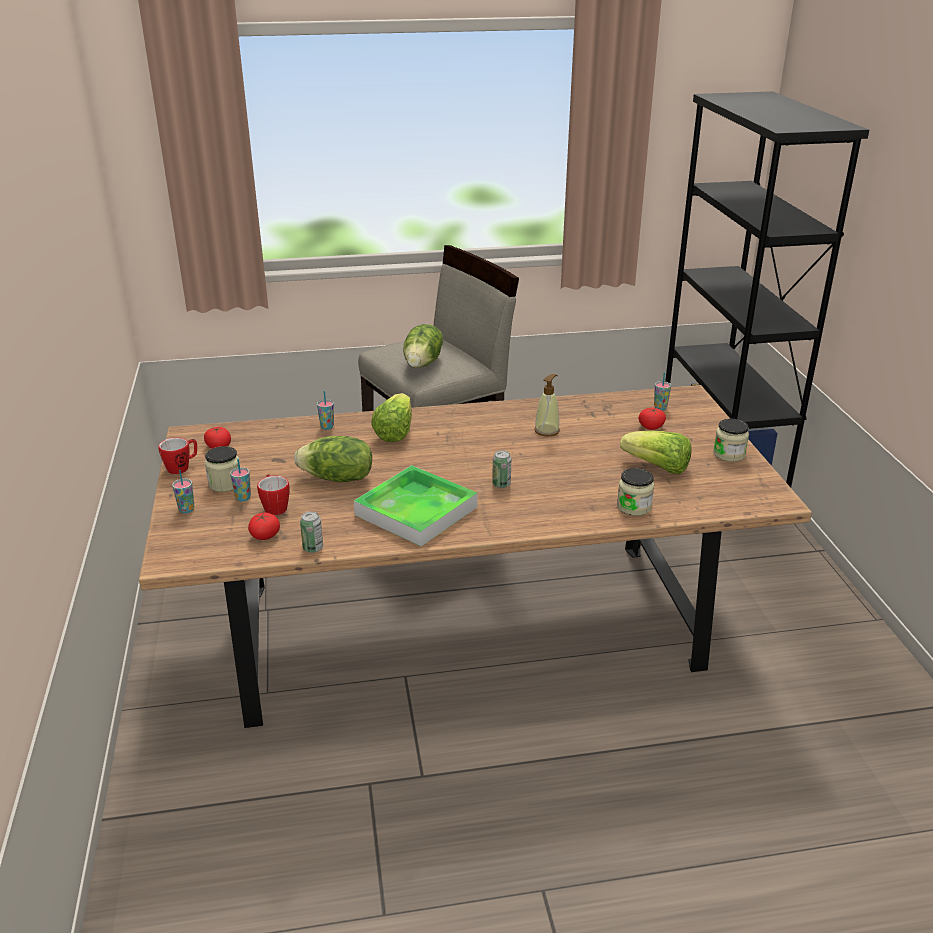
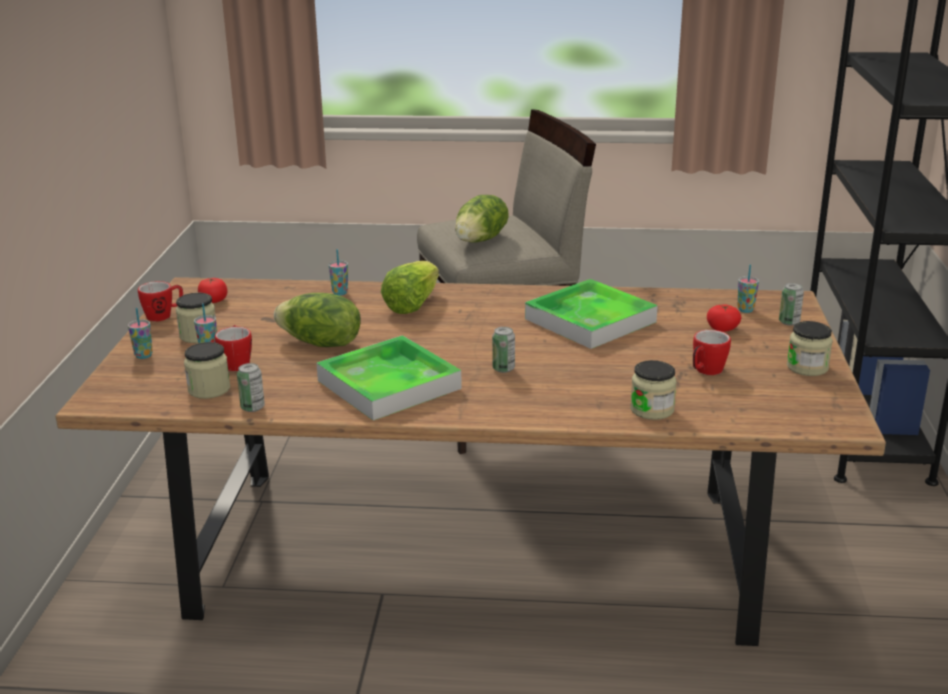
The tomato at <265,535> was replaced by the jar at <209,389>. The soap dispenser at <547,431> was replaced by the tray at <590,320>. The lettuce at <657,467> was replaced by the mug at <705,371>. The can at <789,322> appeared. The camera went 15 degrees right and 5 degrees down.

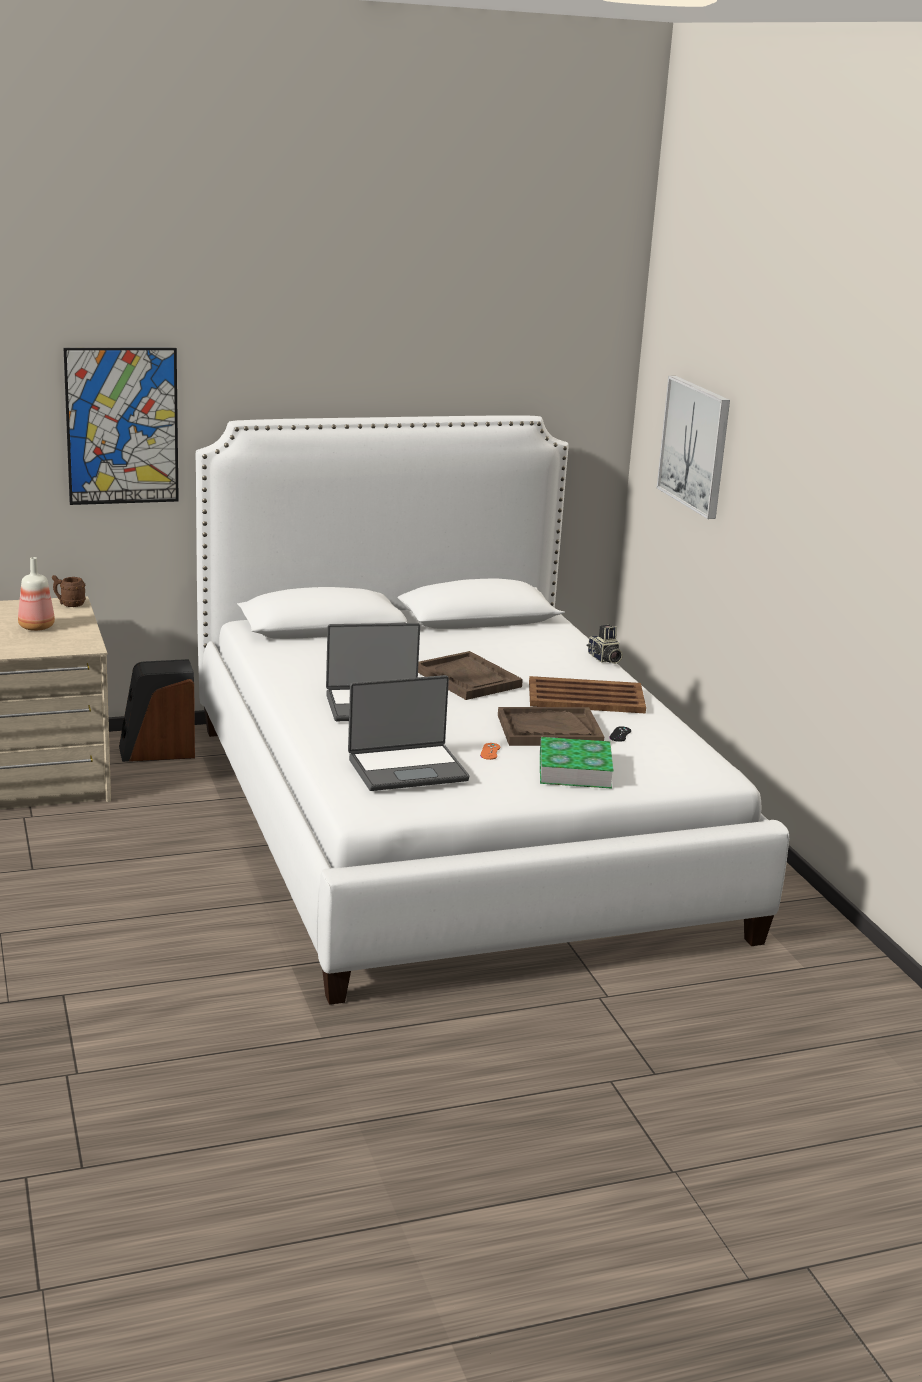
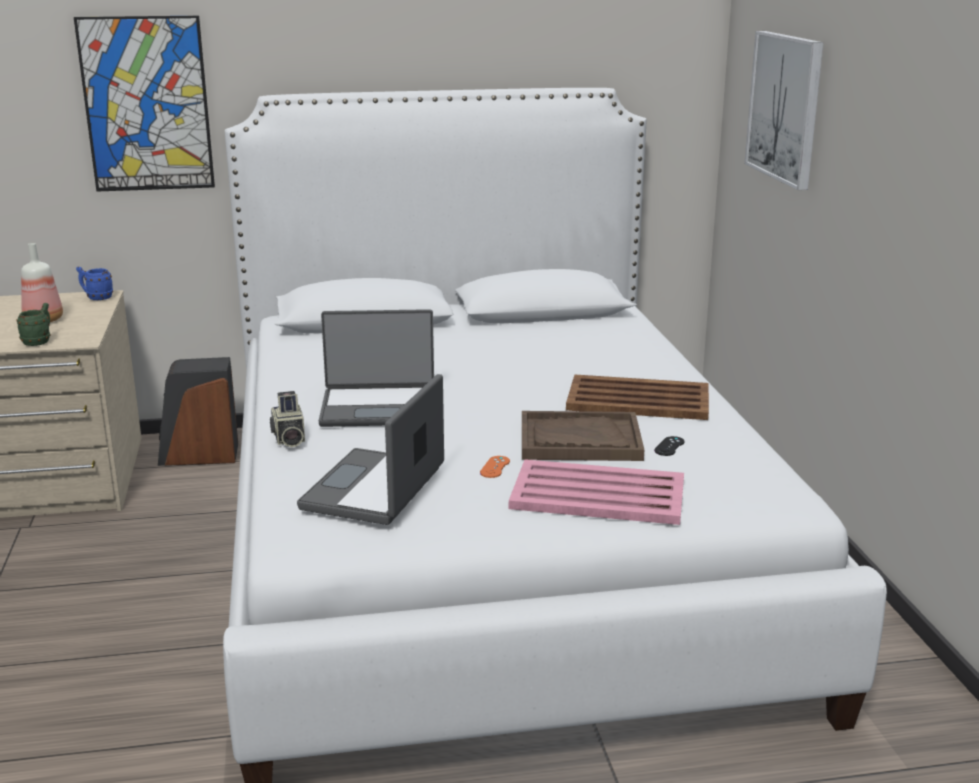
The mug (brown) at <69,604> became the mug (blue) at <96,298>. The laptop at <407,769> turned 120 degrees clockwise. The tray (brown) at <468,679> disappeared. The book at <574,770> was replaced by the tray (pink) at <596,494>. The photo camera moved from <604,659> to <288,439>. The mug (green) at <39,341> appeared. The camera went 10 degrees right and 0 degrees up.

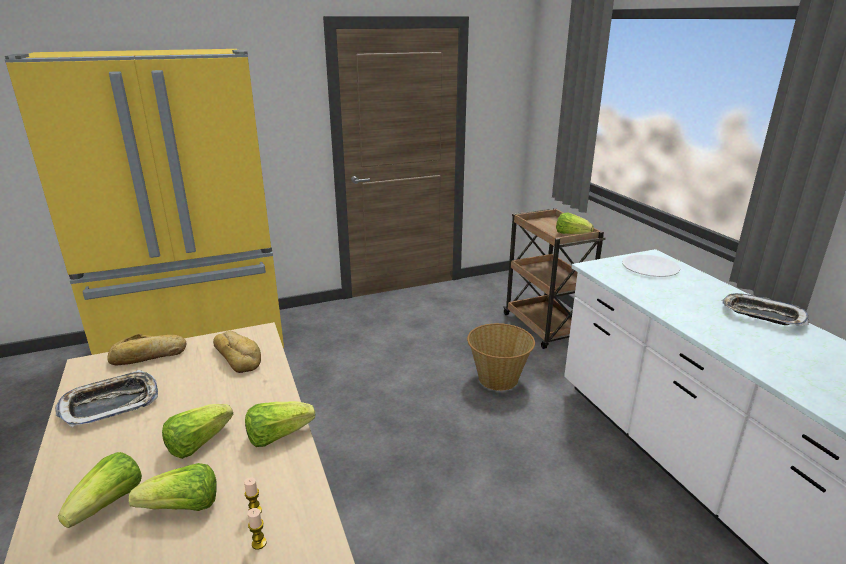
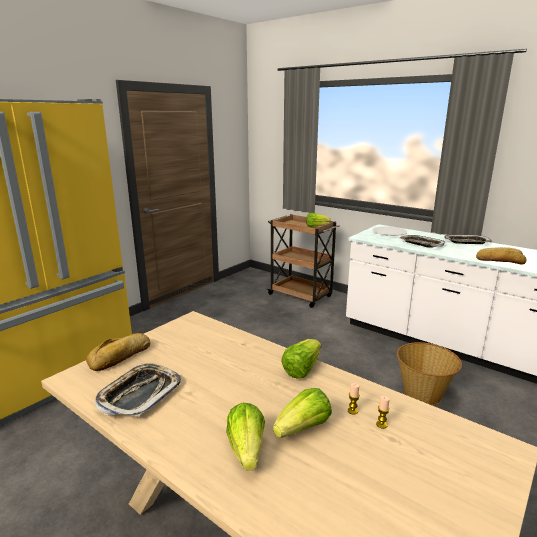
The lettuce at <198,443> disappeared. The bread moved from <238,356> to <500,260>. The basket moved from <498,379> to <423,394>. The tray at <421,244> appeared. The camera went 30 degrees left and 5 degrees down.

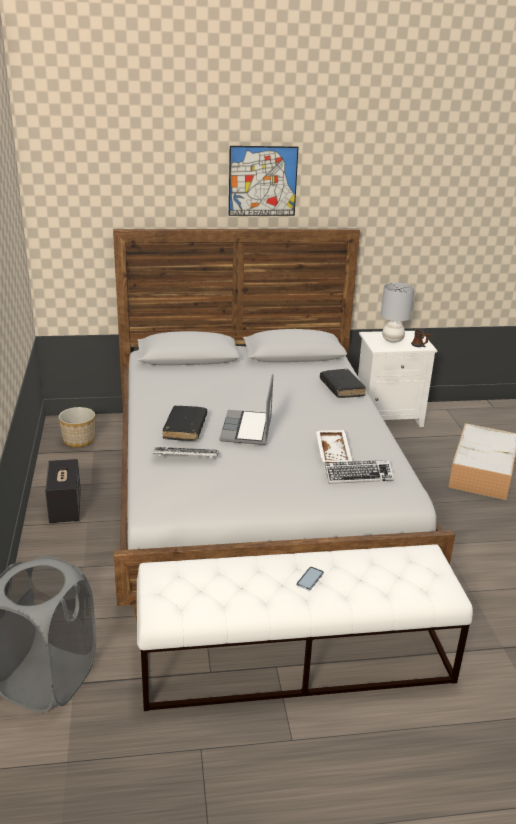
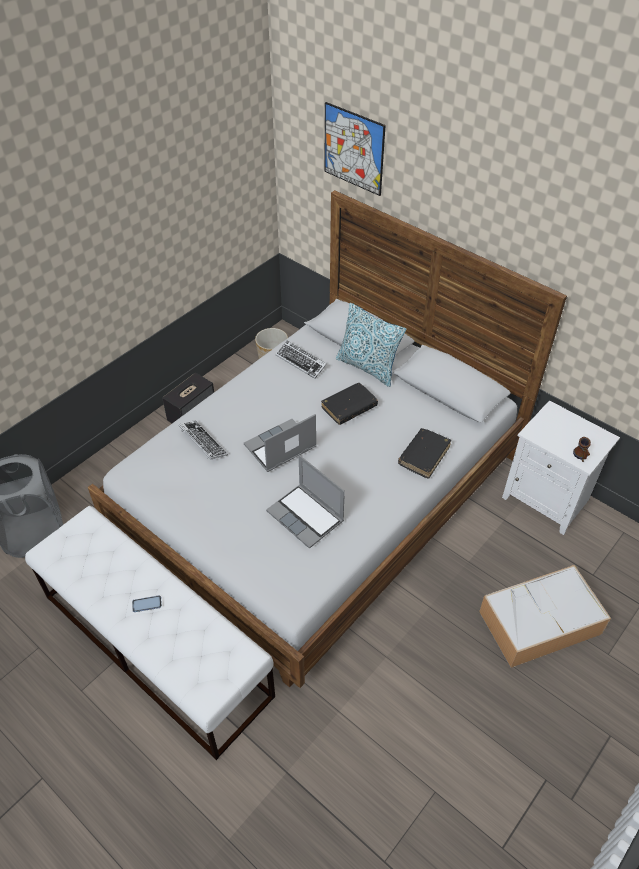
The book (black) moved from <185,428> to <349,408>. The picture moved from <262,181> to <353,149>. The tray (white) at <334,452> was replaced by the laptop at <306,516>. The keyboard moved from <358,475> to <301,362>. The table lamp (grey) at <392,340> disappeared. The pillow at <368,367> appeared. The camera went 50 degrees right and 20 degrees up.

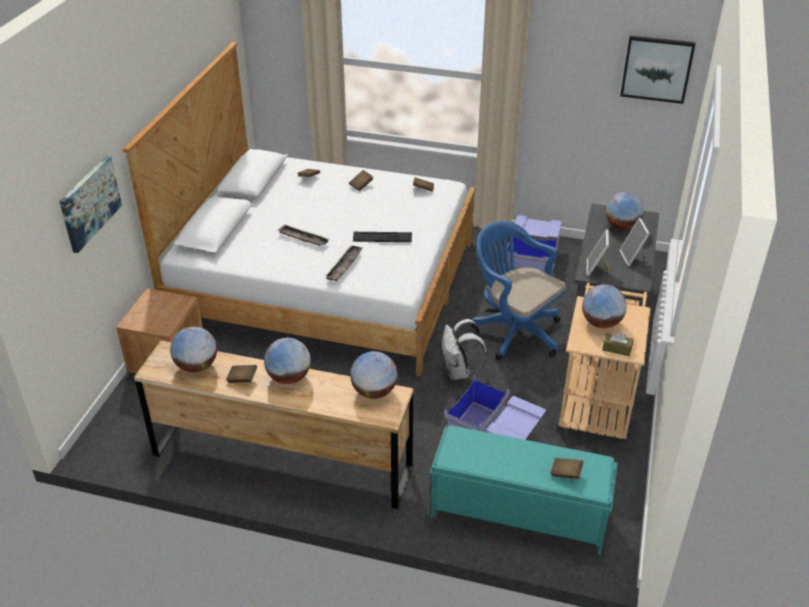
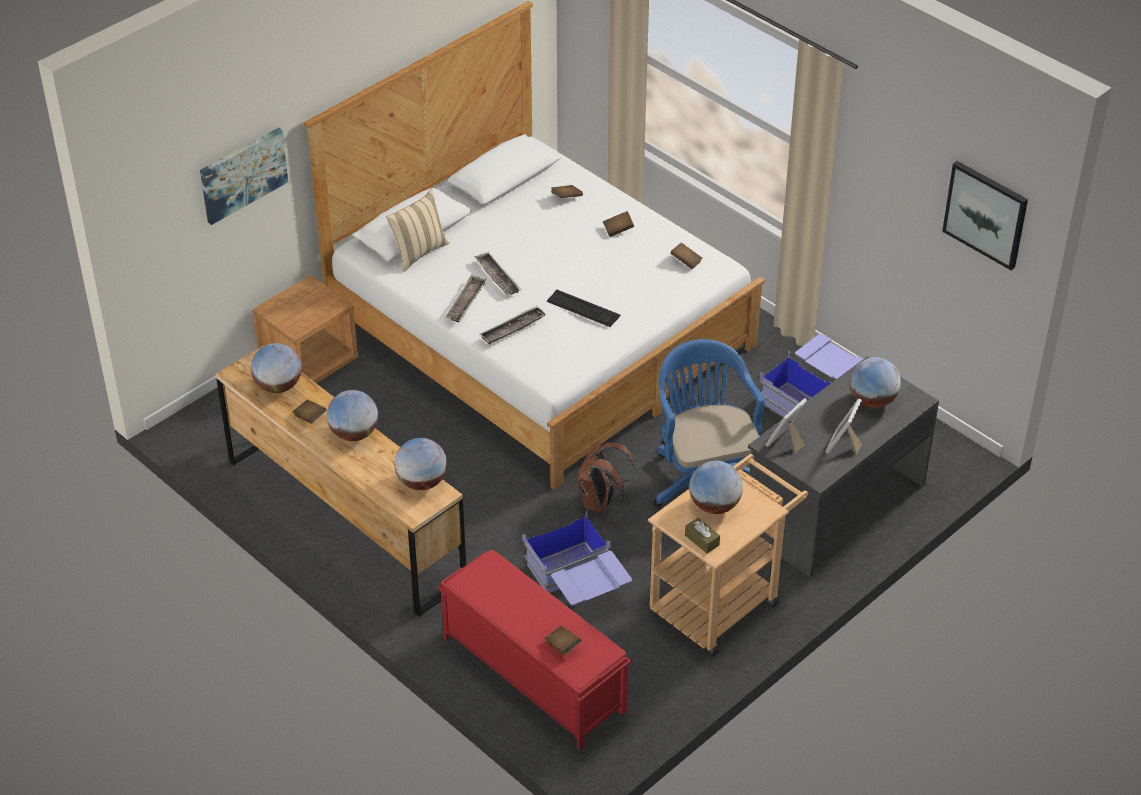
The bench (turquoise) at <517,512> became the bench (red) at <532,673>. The backpack (white) at <459,372> became the backpack (brown) at <600,503>. The pillow (beige) at <418,252> appeared. The tray at <466,302> appeared. The camera went 30 degrees right and 5 degrees up.

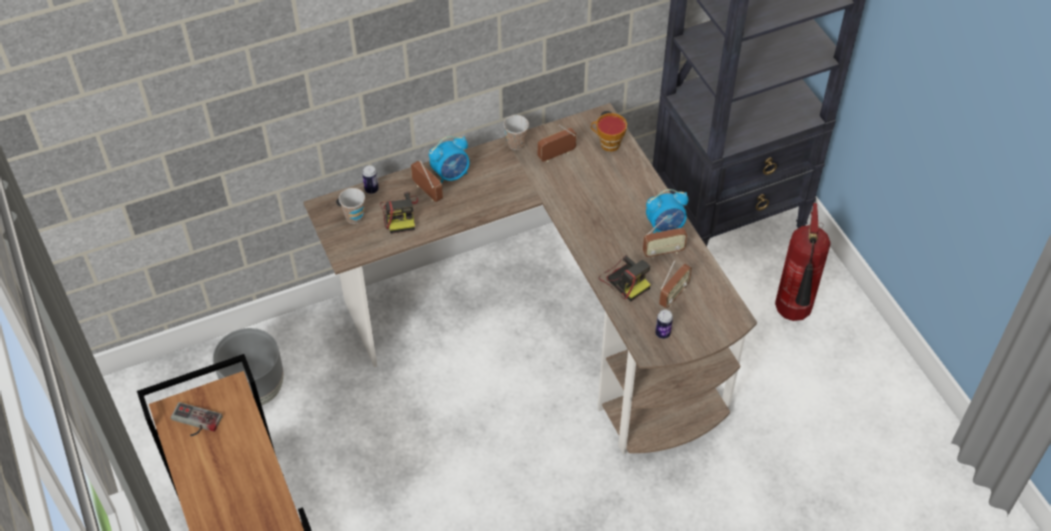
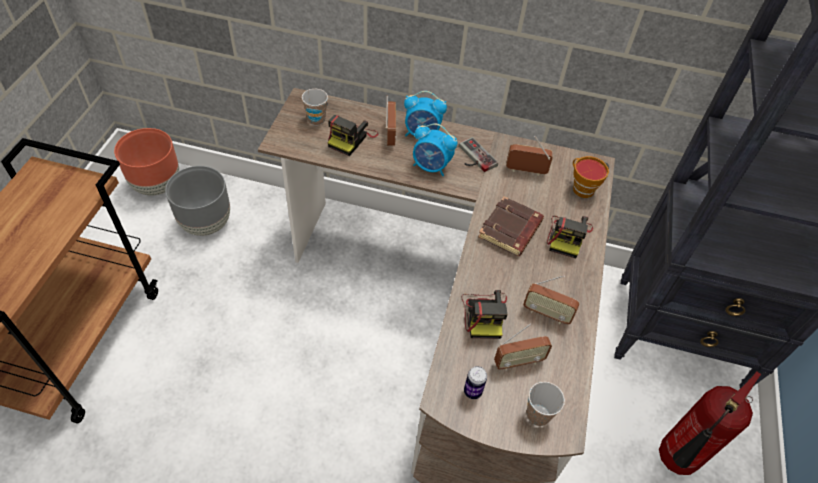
The game controller moved from <194,422> to <473,157>. The can at <371,189> disappeared. The cup moved from <516,144> to <538,415>. The alarm clock moved from <665,227> to <431,167>. The planter (brown) at <156,185> appeared. The book (brown) at <510,230> appeared. The photo camera at <567,236> appeared. The camera went 35 degrees right and 0 degrees up.

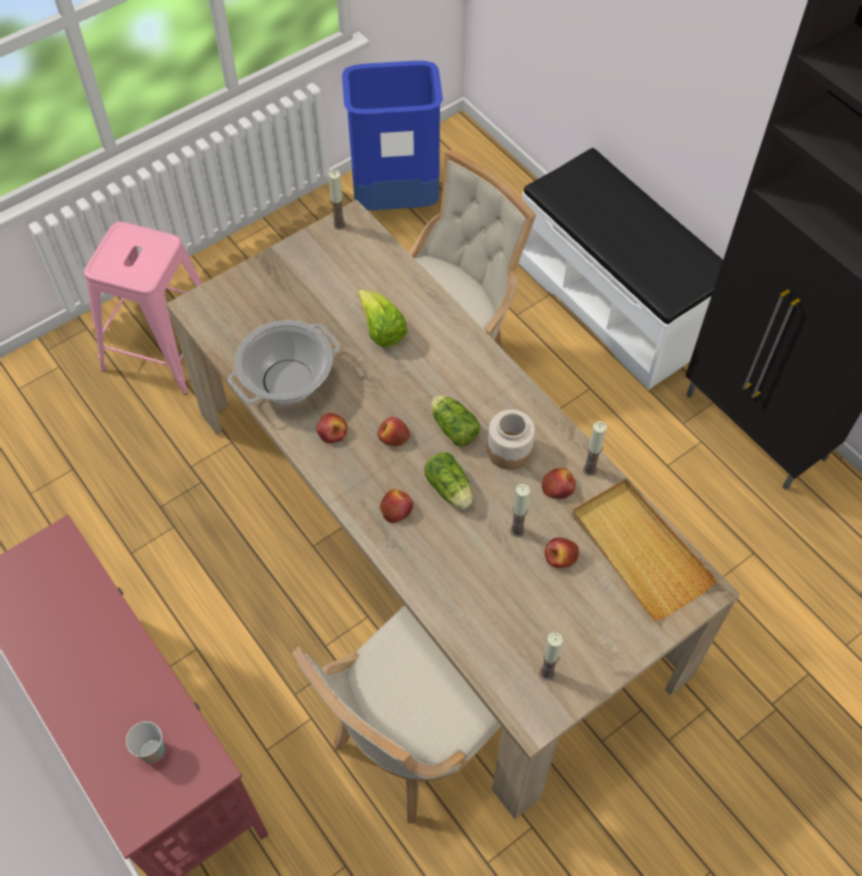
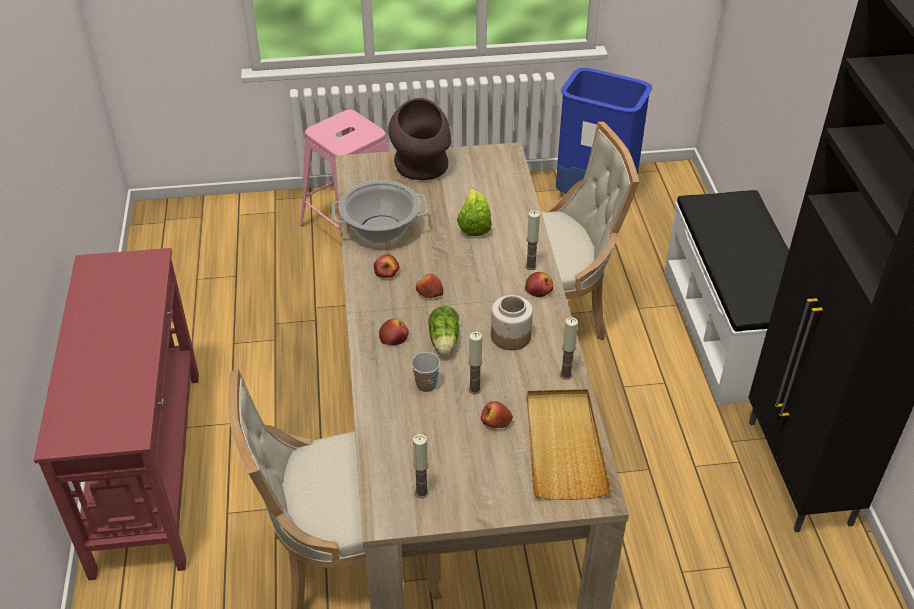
The cup moved from <152,751> to <426,385>. The candle moved from <339,225> to <530,266>. The lettuce at <452,426> disappeared. The apple moved from <558,486> to <539,289>. The vase (brown) at <421,169> appeared. The camera went 30 degrees right and 15 degrees down.

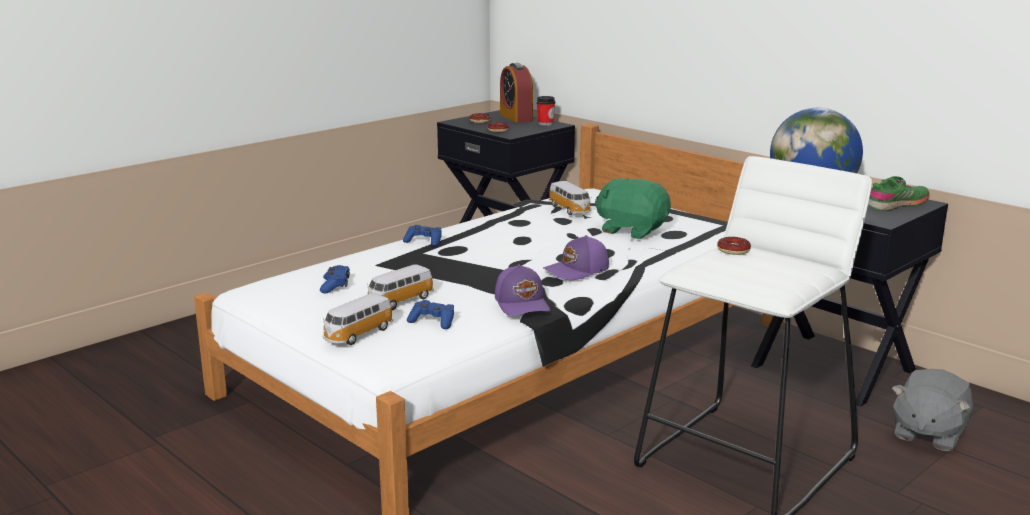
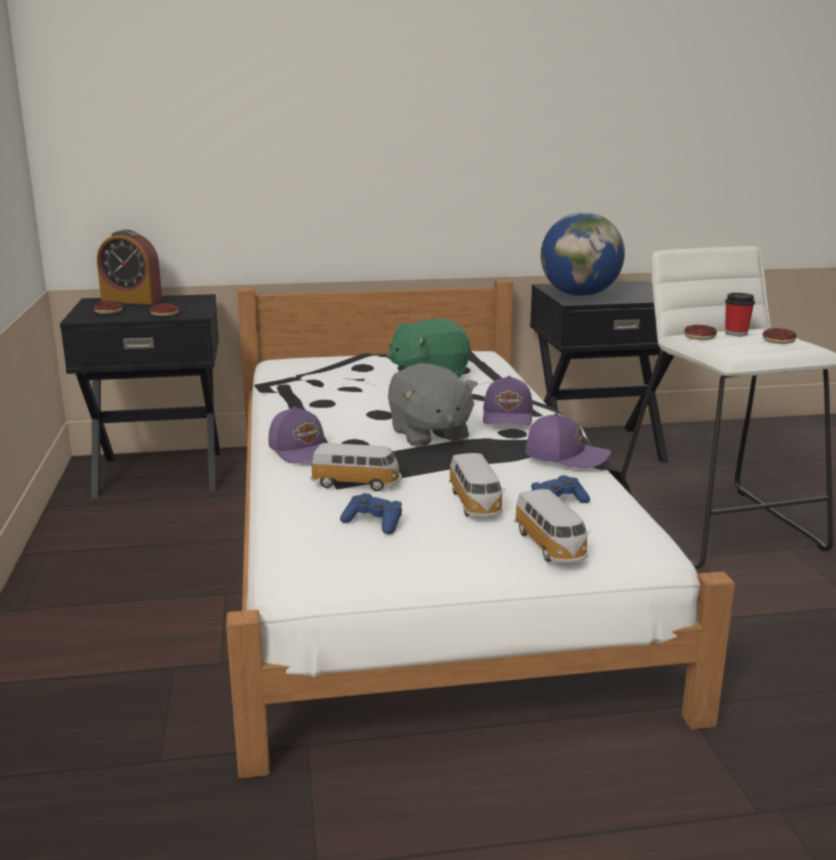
The game controller (blue) at <424,241> was replaced by the cap (purple) at <303,450>. The cup moved from <545,124> to <736,333>. The toy car moved from <570,210> to <357,483>. The shoe (green) at <897,205> disappeared. The plush toy (grey) moved from <927,433> to <428,434>. The donut at <778,340> appeared. The camera went 55 degrees left and 0 degrees up.

